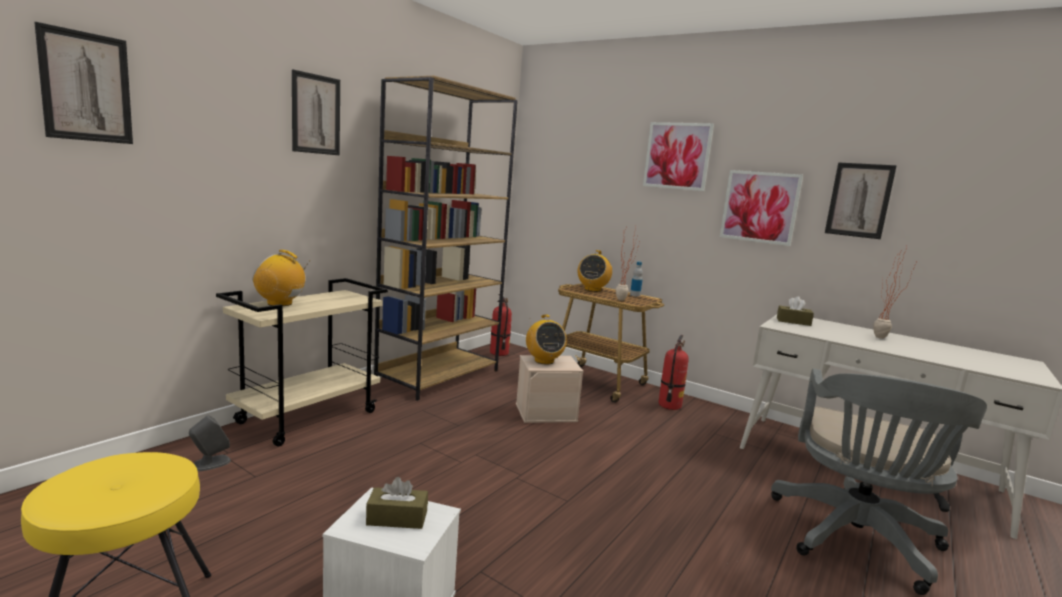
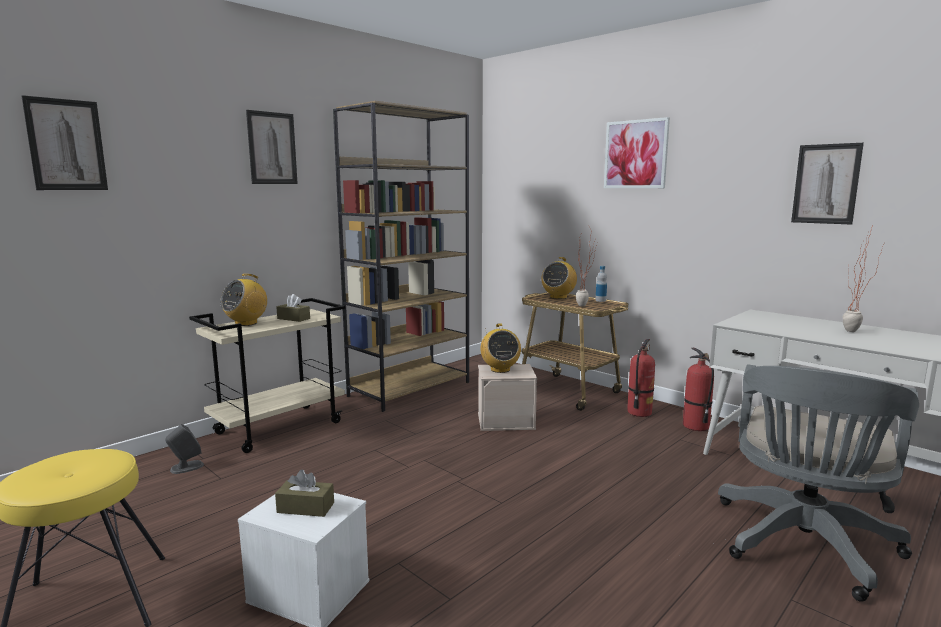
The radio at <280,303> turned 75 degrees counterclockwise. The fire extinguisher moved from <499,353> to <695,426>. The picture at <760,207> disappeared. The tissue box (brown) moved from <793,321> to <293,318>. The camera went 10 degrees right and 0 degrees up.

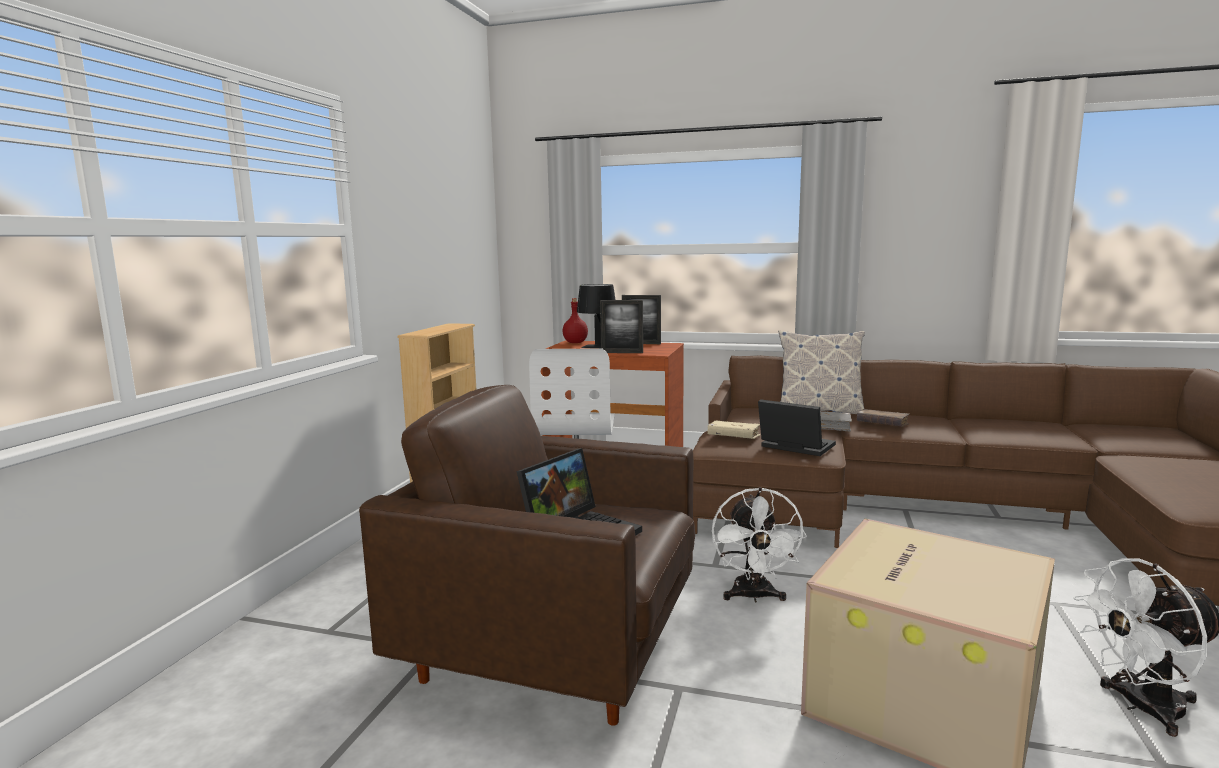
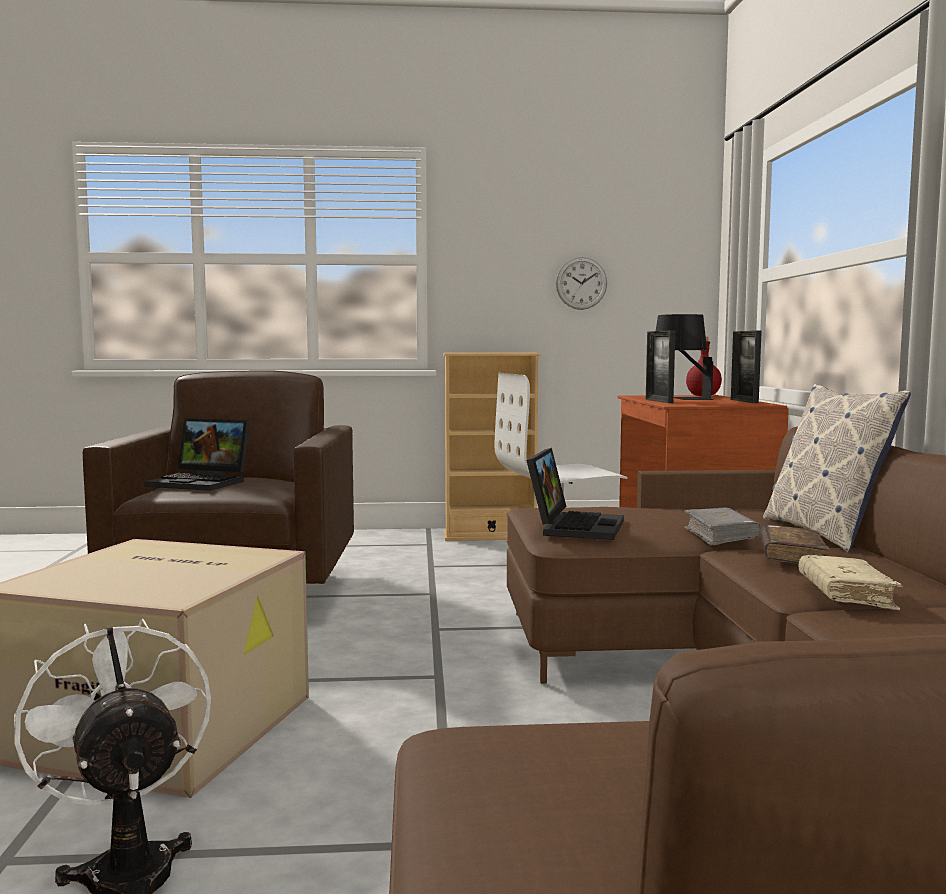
The book (beige) moved from <733,437> to <846,595>. The fan (white) at <753,596> disappeared. The wall clock at <581,283> appeared. The camera went 70 degrees right and 5 degrees down.

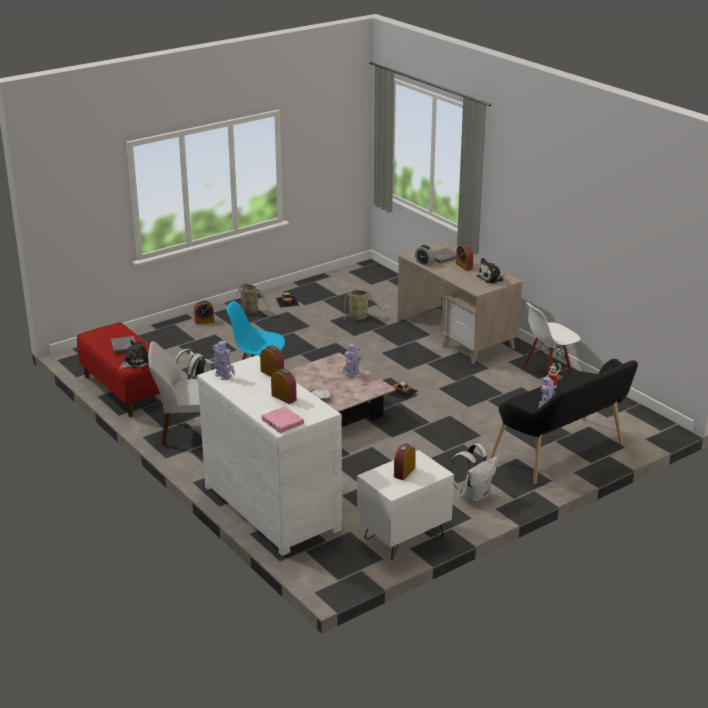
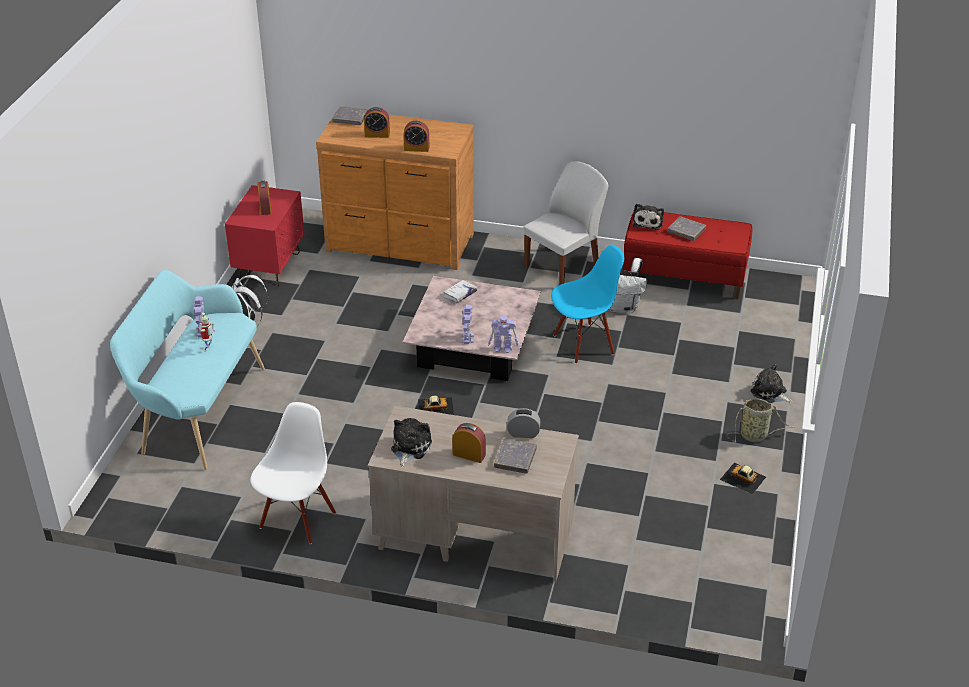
The alarm clock at <204,321> was replaced by the plush toy at <770,393>. The dresser (white) at <273,506> became the dresser (brown) at <400,244>. The toy robot moved from <223,375> to <503,348>. The book (pink) at <282,422> became the book (grey) at <350,118>. The basket at <359,317> disappeared. The nightstand (white) at <403,538> became the nightstand (red) at <270,267>. The bench (black) at <562,454> became the bench (turquoise) at <197,411>. The camera went 140 degrees right and 10 degrees up.

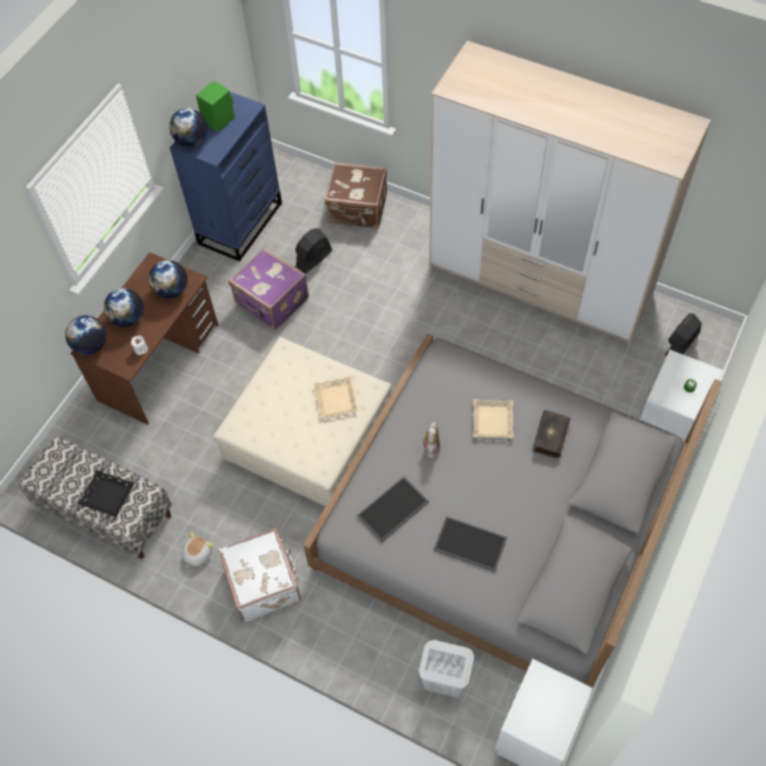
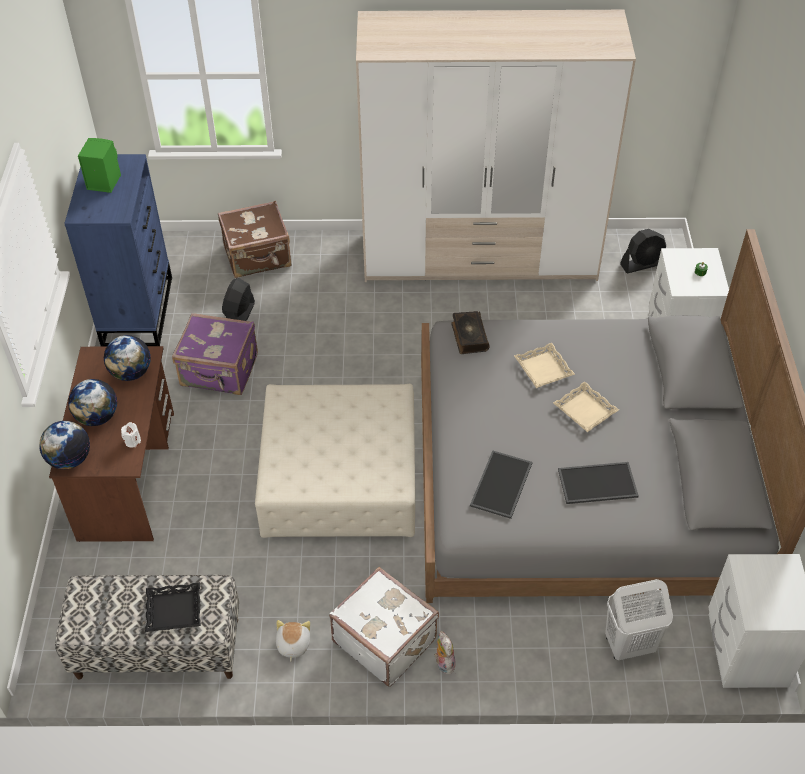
The globe at <191,140> disappeared. The tray (beige) moved from <336,399> to <585,410>. The plush toy moved from <430,448> to <443,663>. The book moved from <549,437> to <469,337>. The fan (black) at <680,344> turned 120 degrees counterclockwise. The camera went 30 degrees left and 10 degrees down.

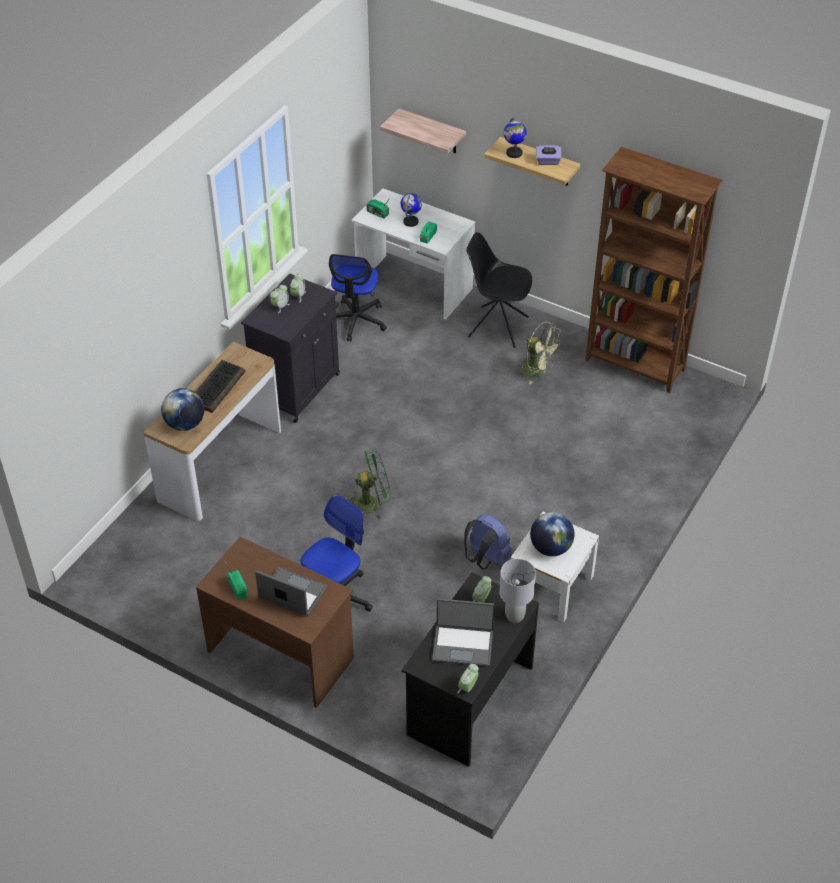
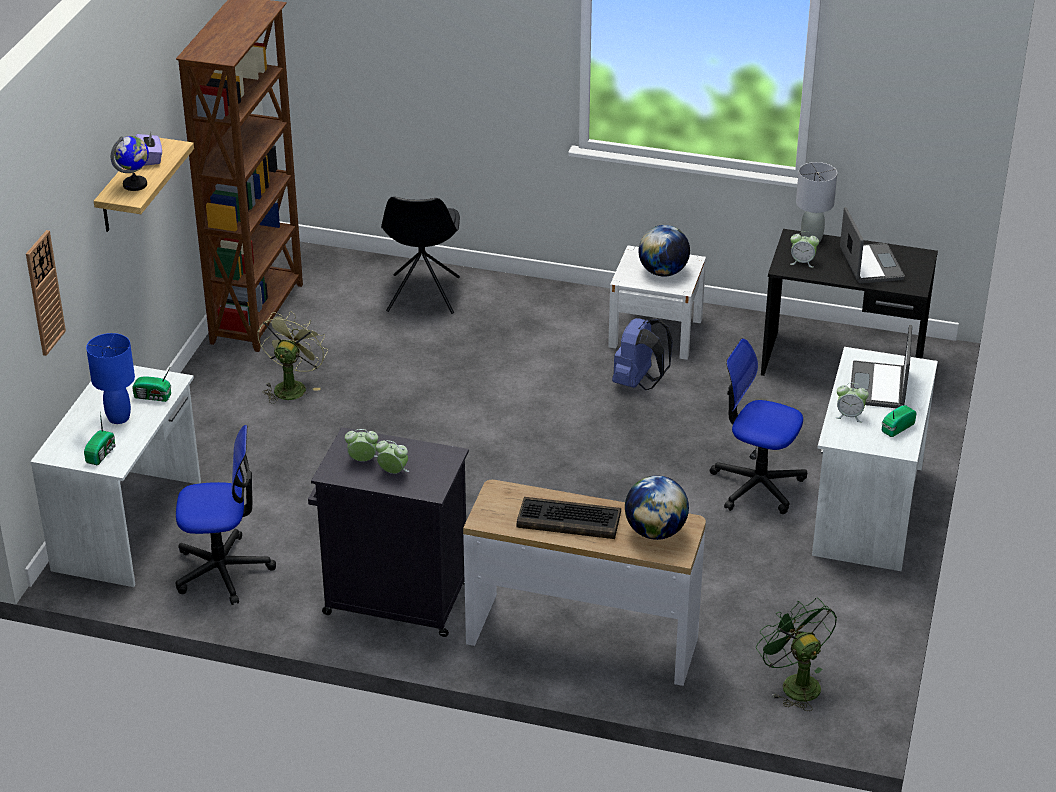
The desk (brown) at <281,653> became the desk (white) at <865,510>. The fan (green) moved from <372,503> to <794,683>. The shelf at <432,132> was replaced by the wall clock at <44,293>. The globe at <411,222> was replaced by the table lamp (blue) at <118,418>. The alarm clock moved from <468,687> to <849,416>. The chair (black) moved from <496,326> to <422,295>. The camera went 105 degrees left and 10 degrees down.

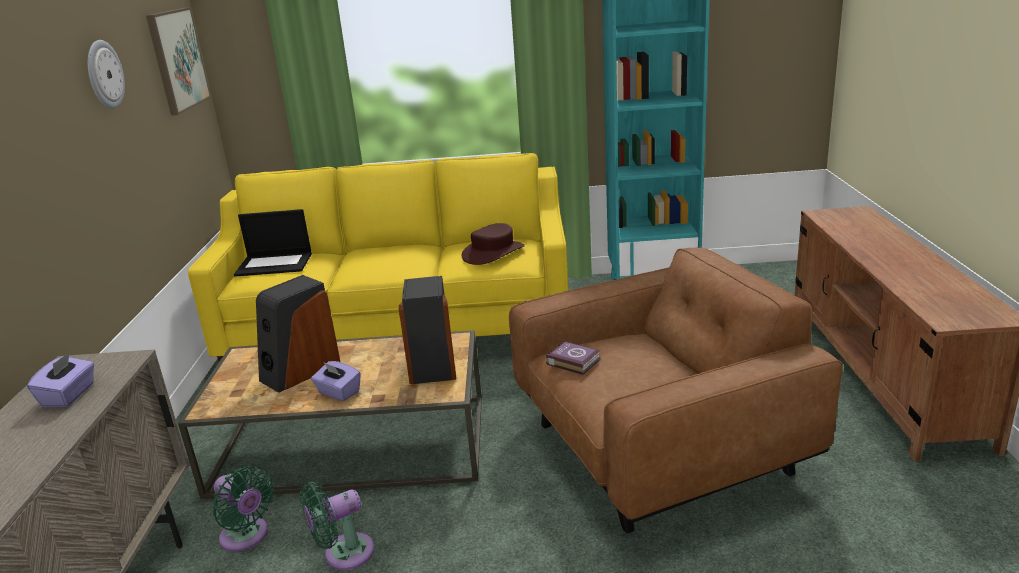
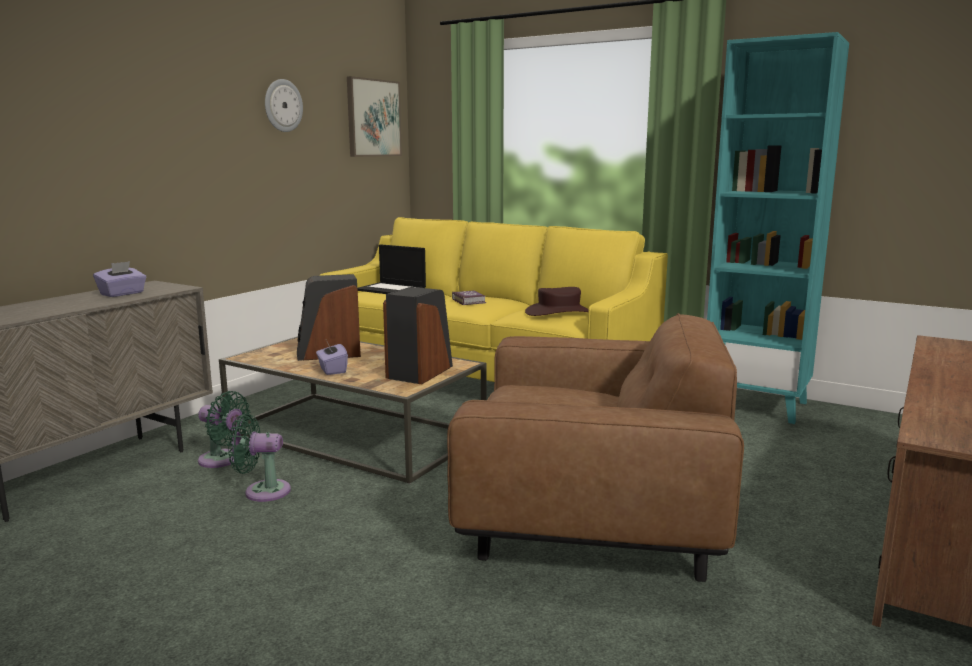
The fan (green) at <247,537> turned 45 degrees counterclockwise. The book moved from <572,361> to <469,301>. The camera went 30 degrees right and 10 degrees down.

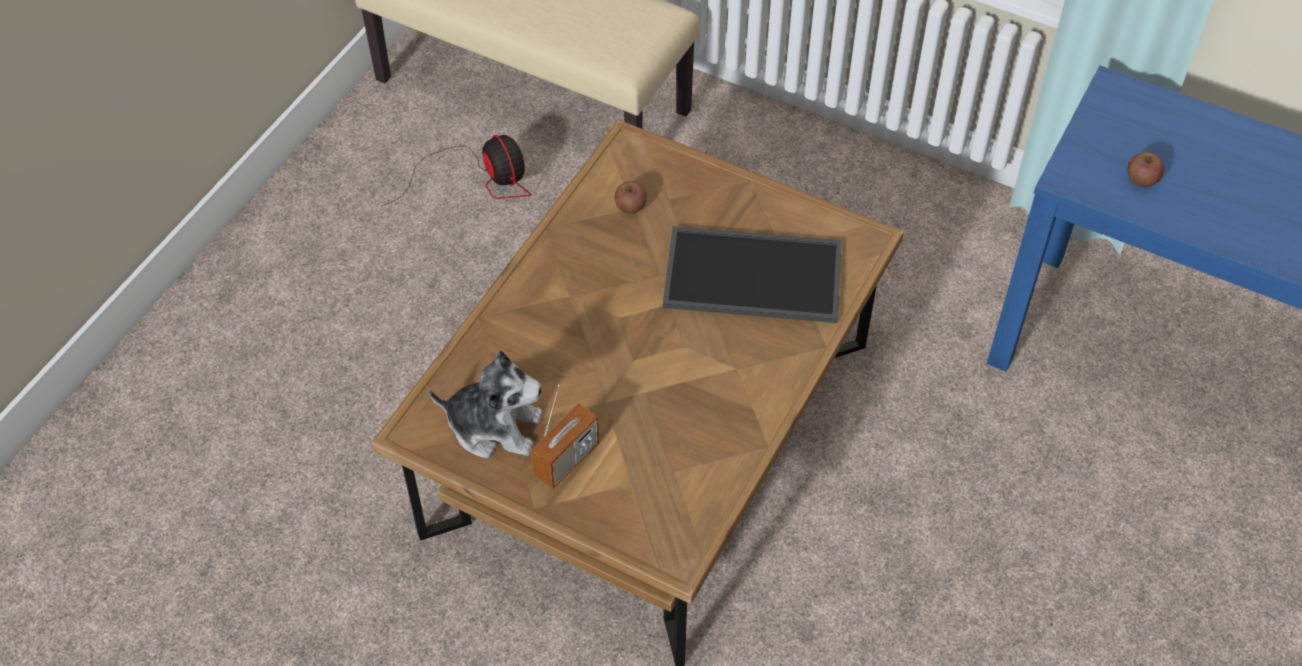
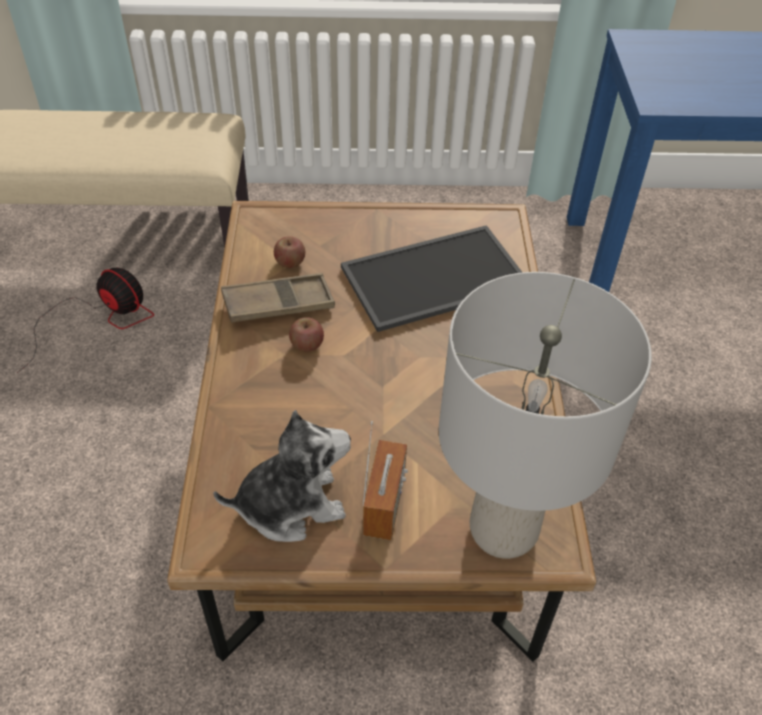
The apple moved from <1141,179> to <307,344>. The tray (brown) at <278,304> appeared. The table lamp (grey) at <504,530> appeared. The camera went 30 degrees left and 5 degrees down.

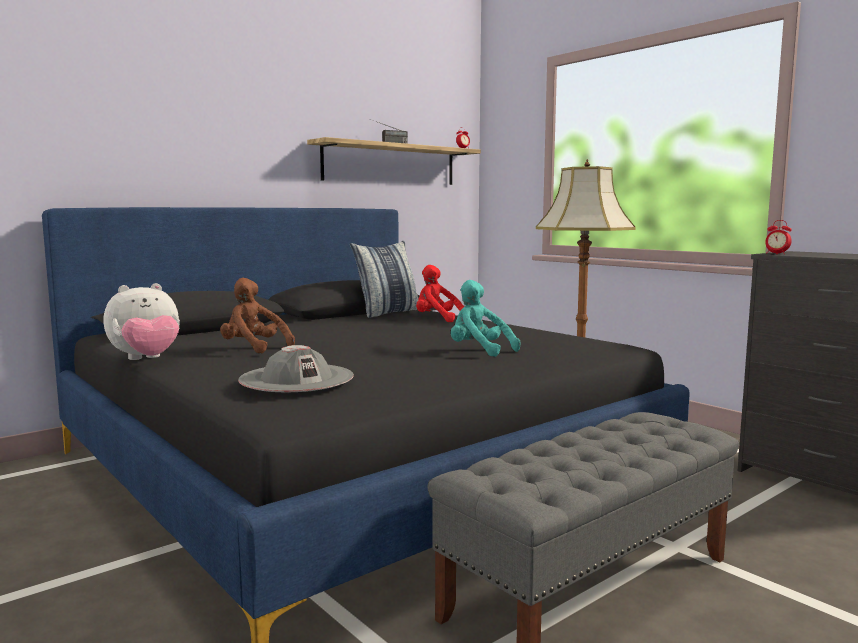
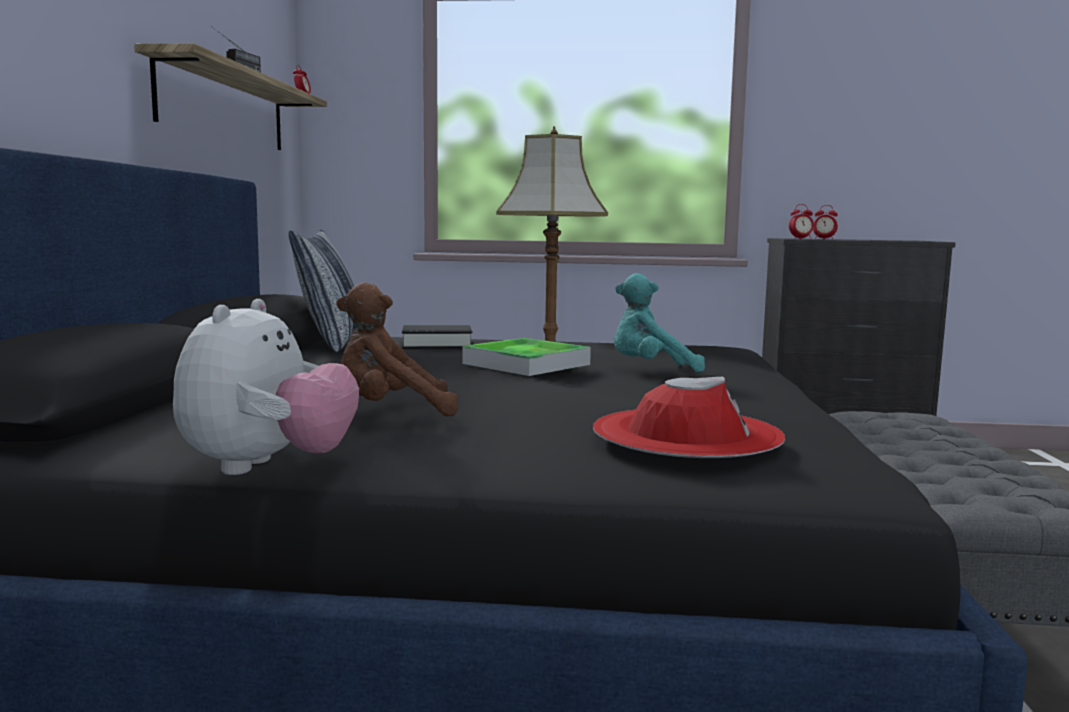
The hat (grey) at <296,378> became the hat (red) at <686,433>. The plush toy (red) at <437,320> was replaced by the book (black) at <436,344>. The tray at <526,364> appeared. The alarm clock at <824,239> appeared. The camera went 45 degrees left and 0 degrees up.

